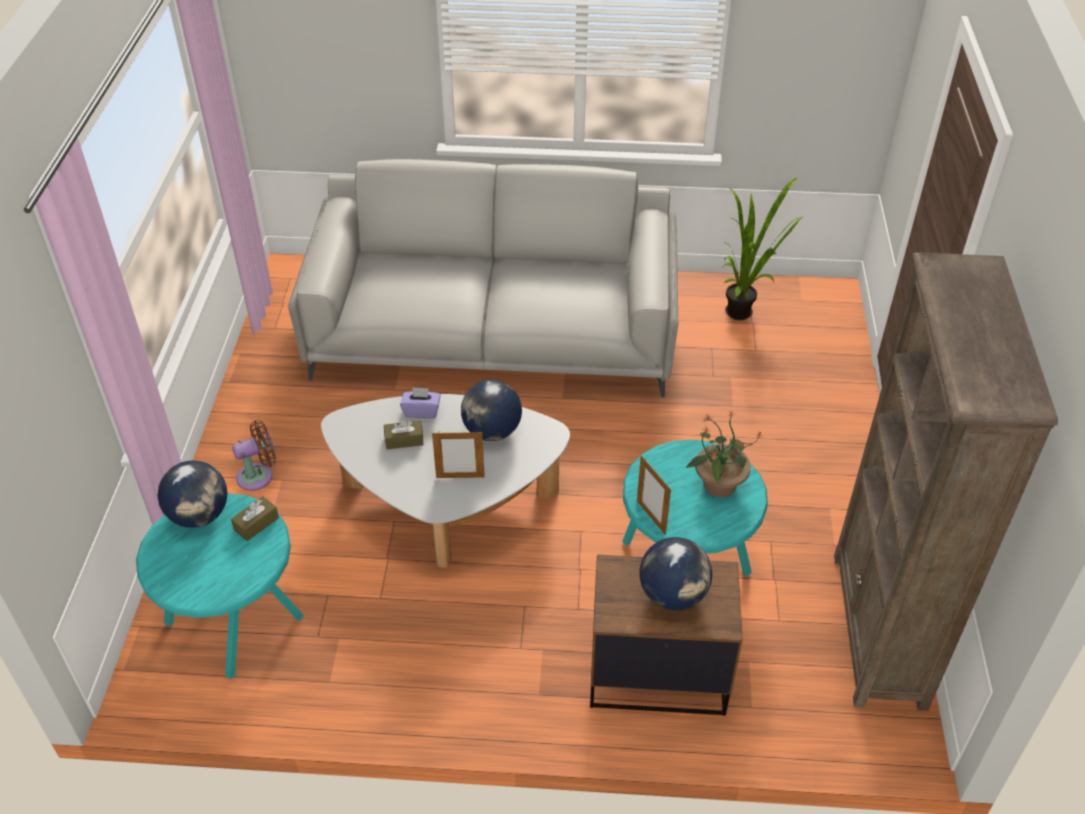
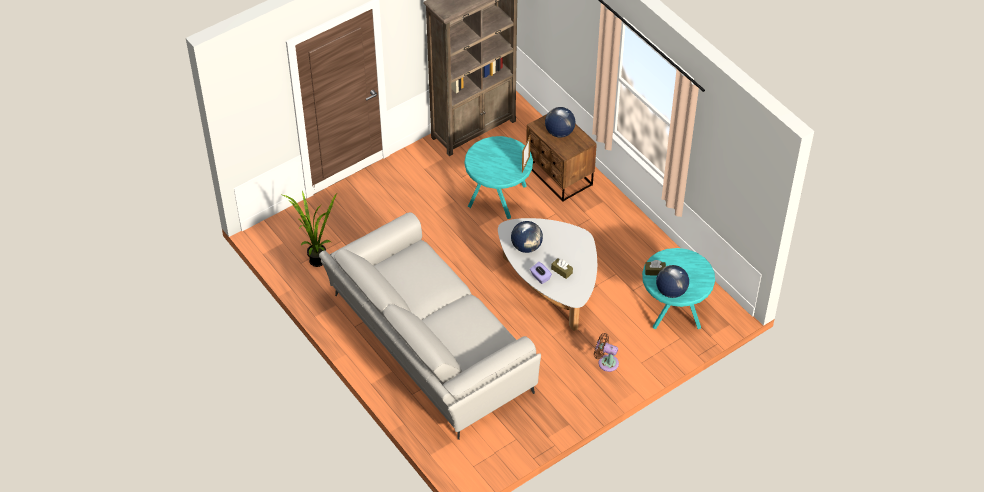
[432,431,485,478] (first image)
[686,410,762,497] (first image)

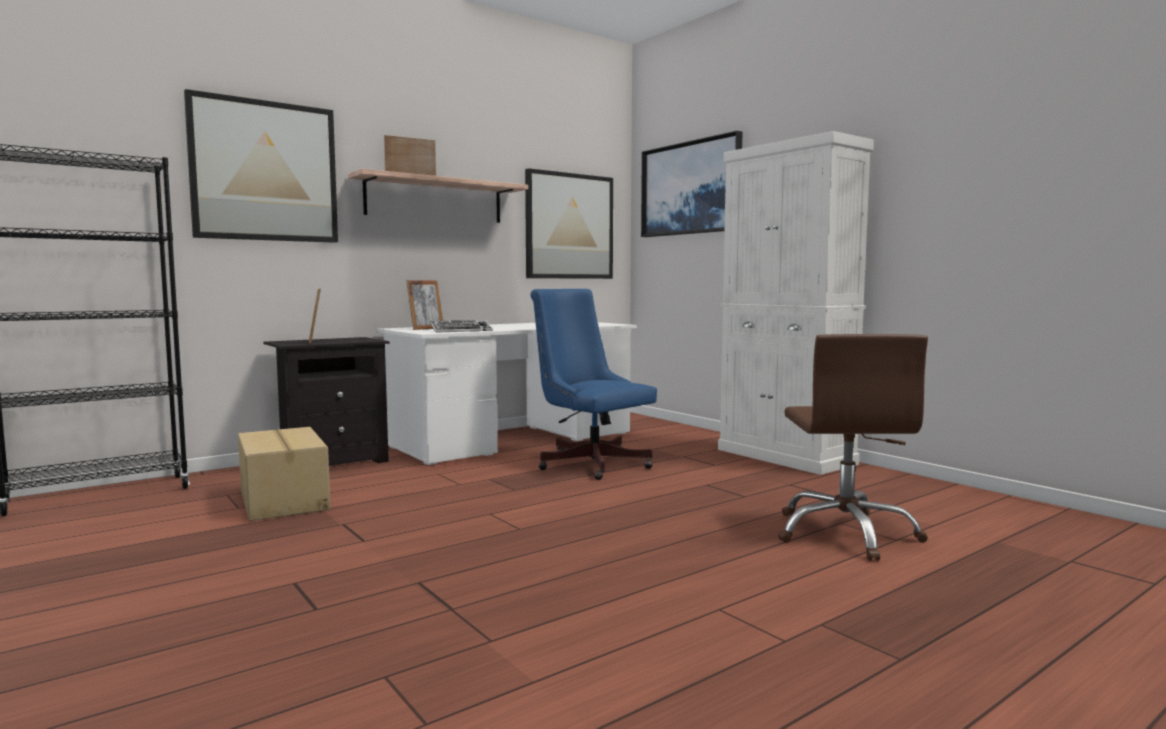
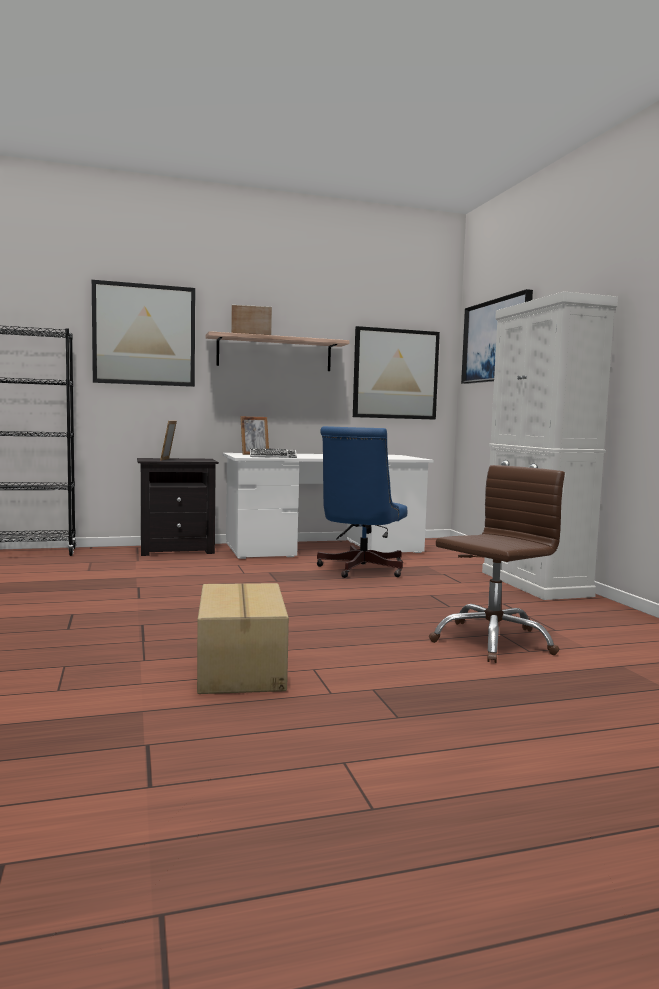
[197,583,289,694]
[317,426,407,578]
[429,465,565,663]

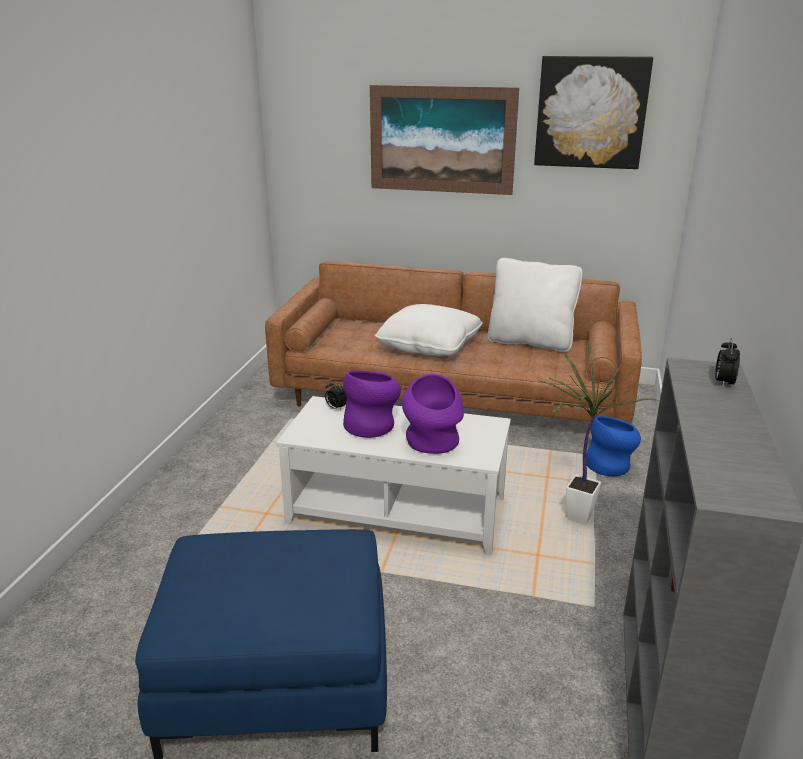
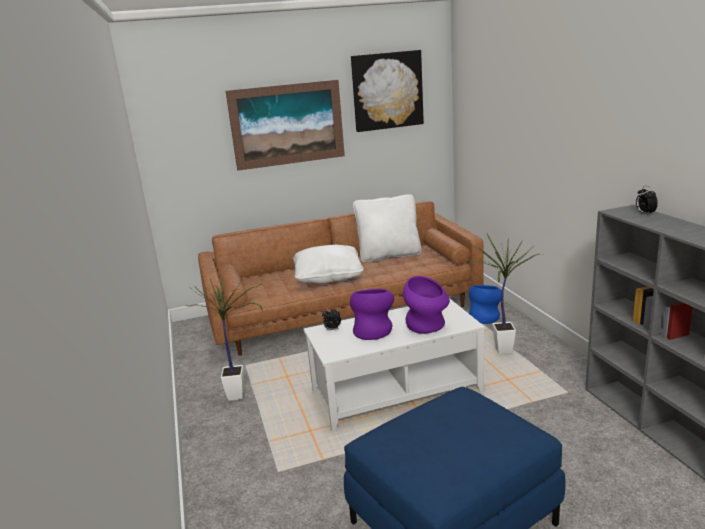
[189,278,262,401]

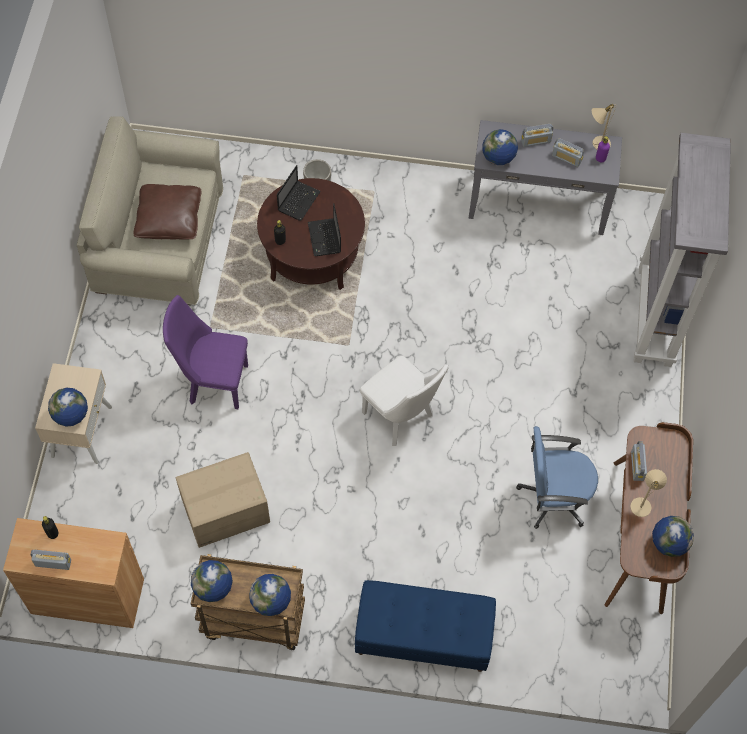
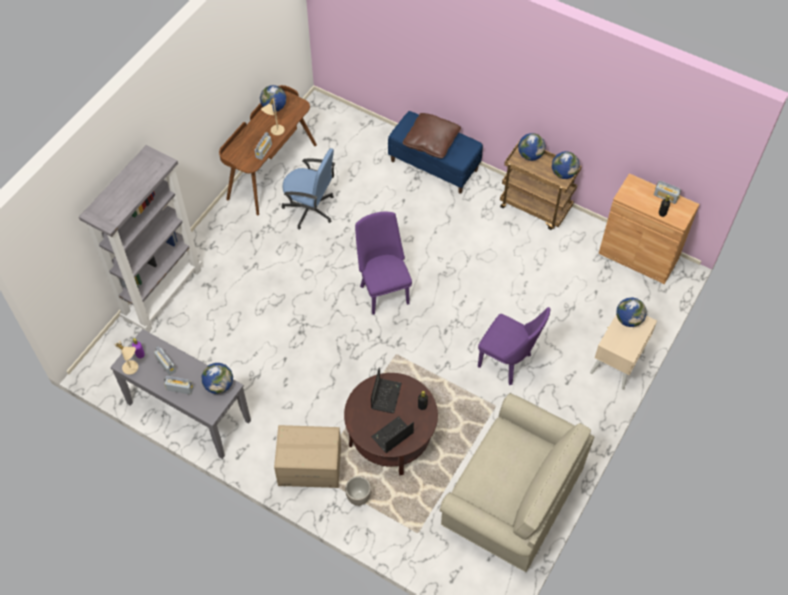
[403,113,461,158]
[274,425,341,488]
[355,212,412,315]

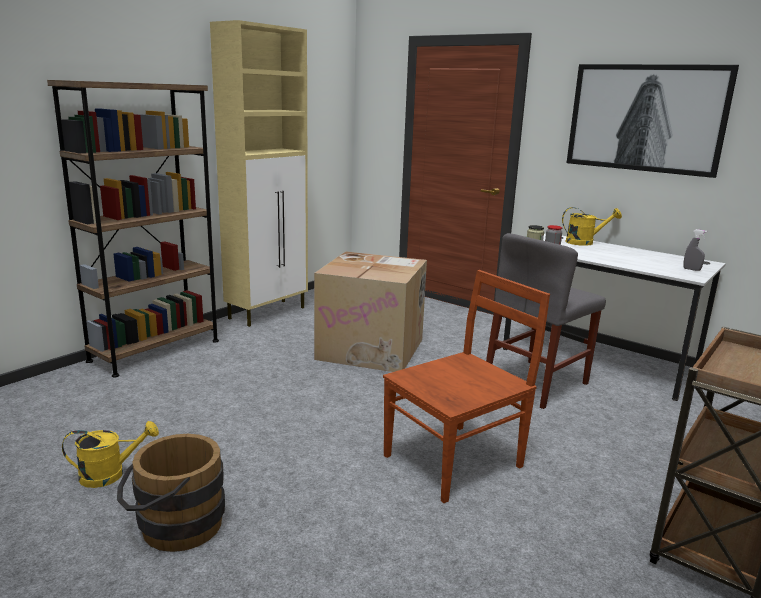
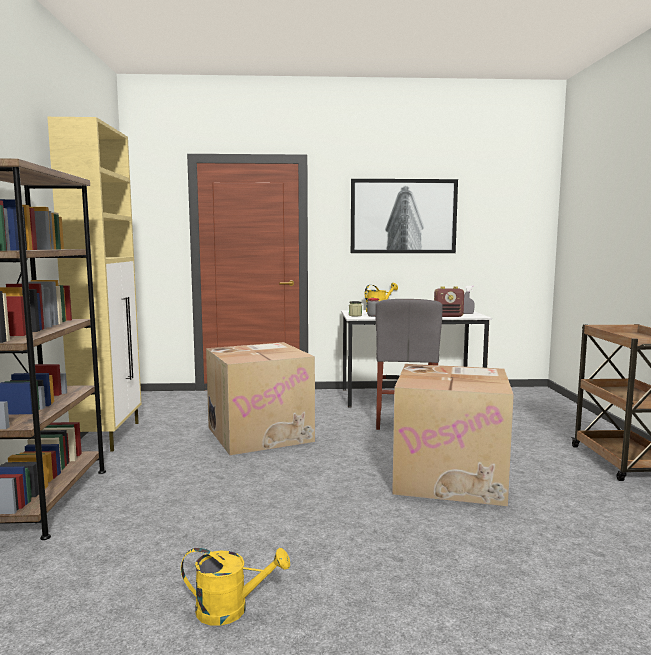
[181,548,290,626]
[117,434,225,552] (first image)
[392,364,514,506]
[434,286,464,317]

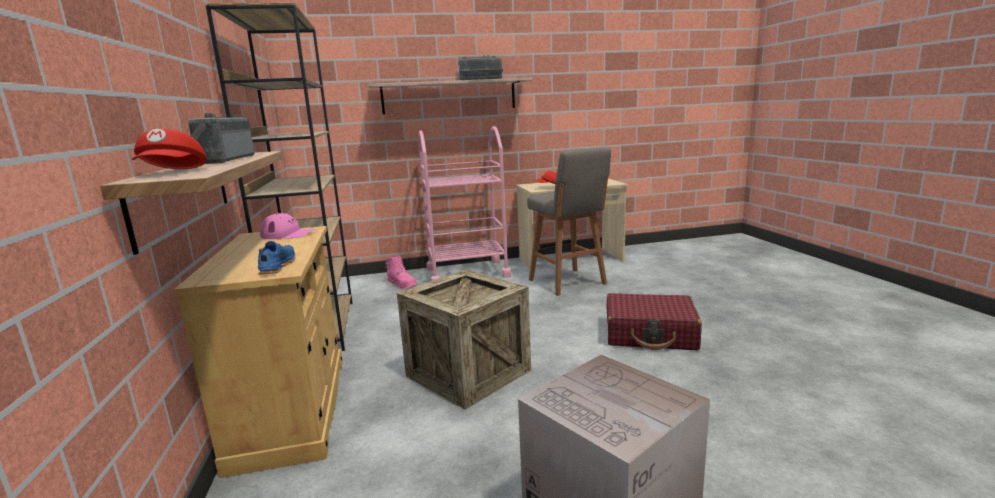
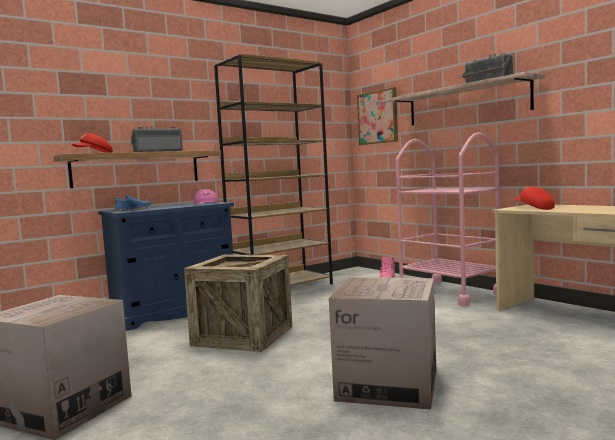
[98,202,234,331]
[527,148,611,296] (first image)
[329,277,436,410]
[357,87,398,145]

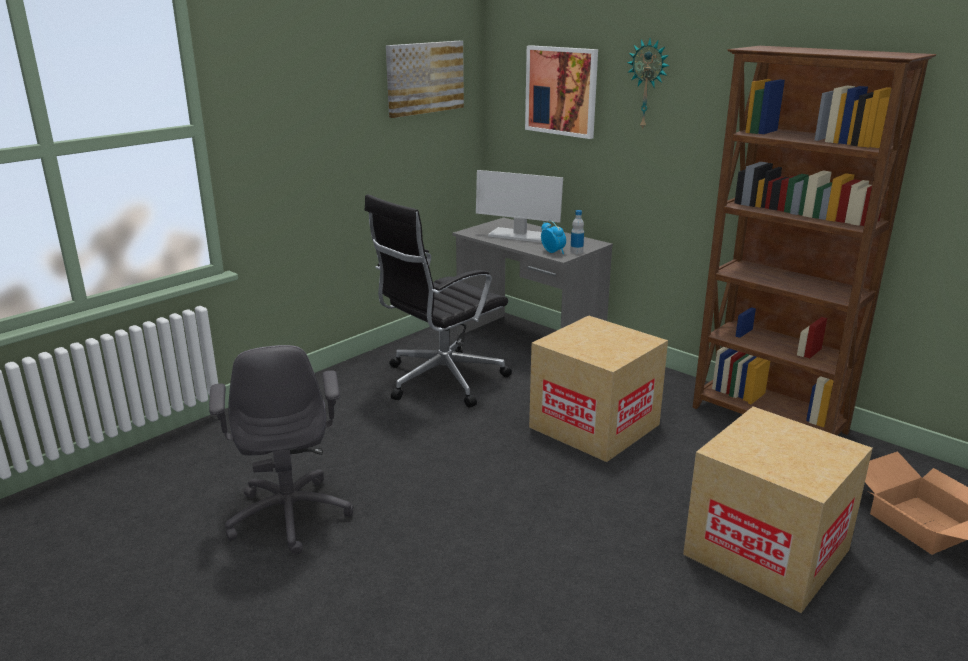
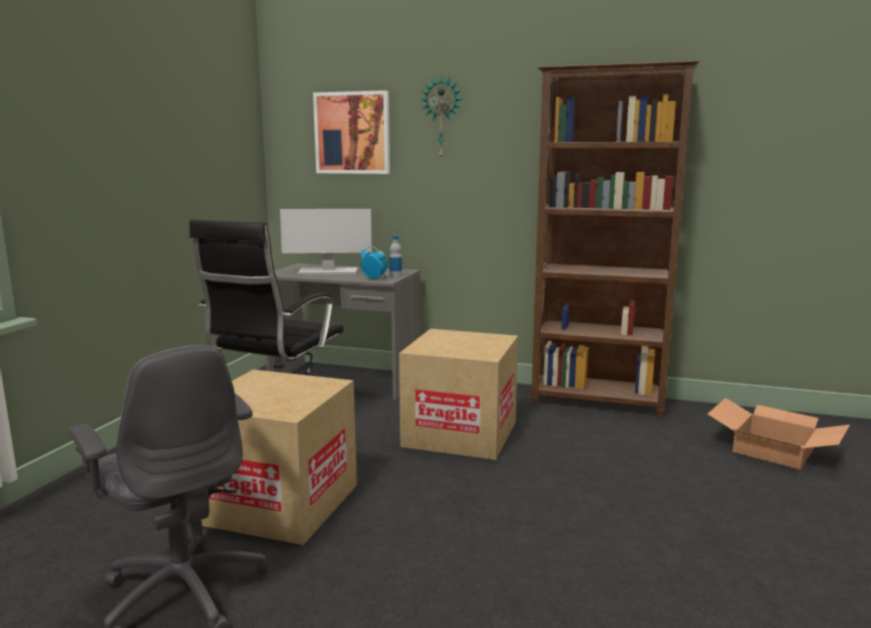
[386,41,464,118] (first image)
[202,369,357,545]

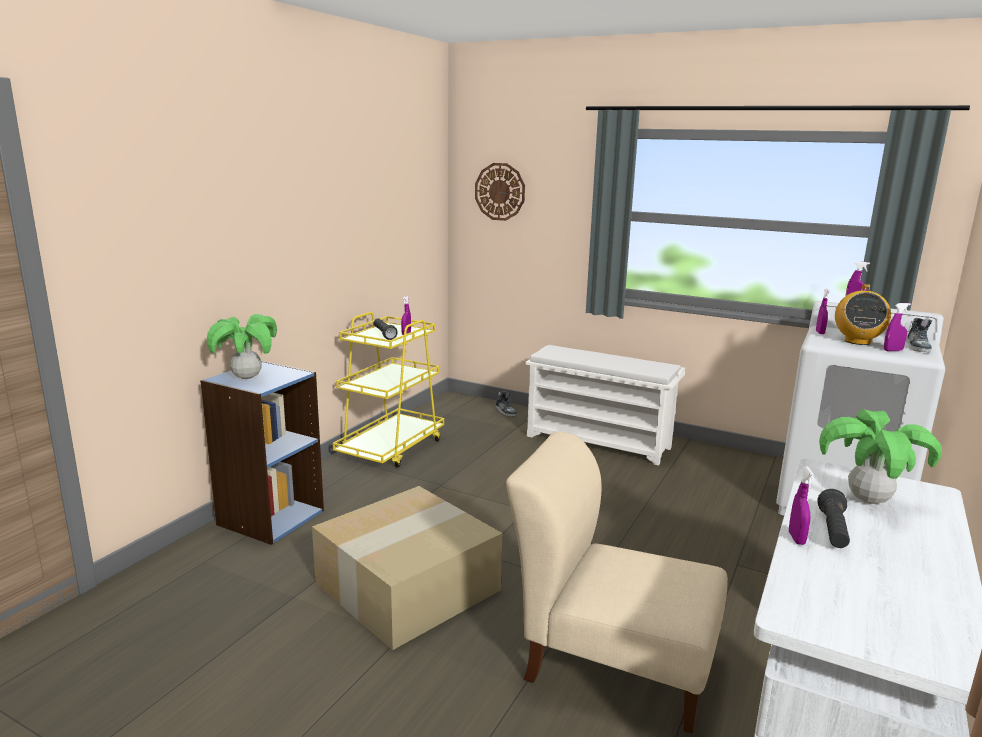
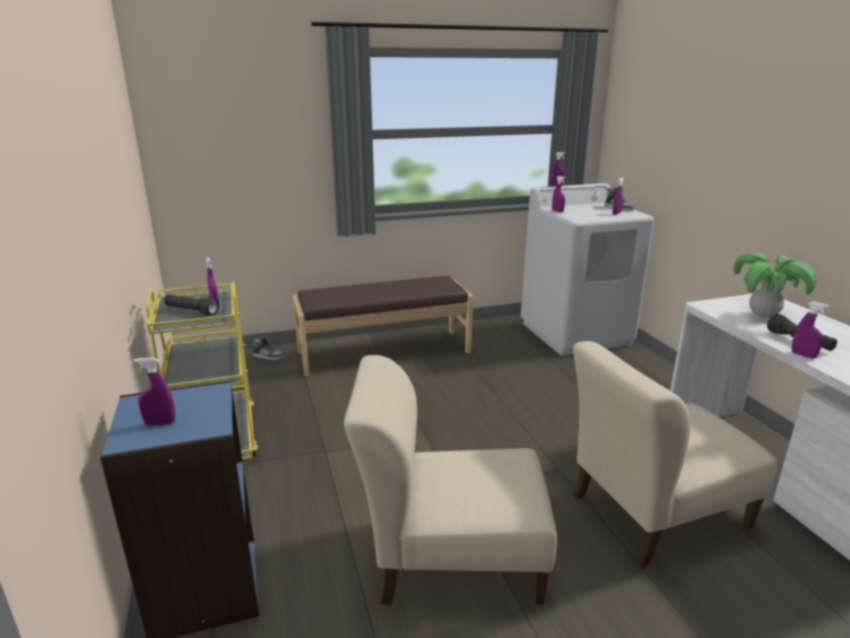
[134,358,175,426]
[344,355,557,605]
[475,163,525,221] (first image)
[293,276,473,377]
[835,284,891,345] (first image)

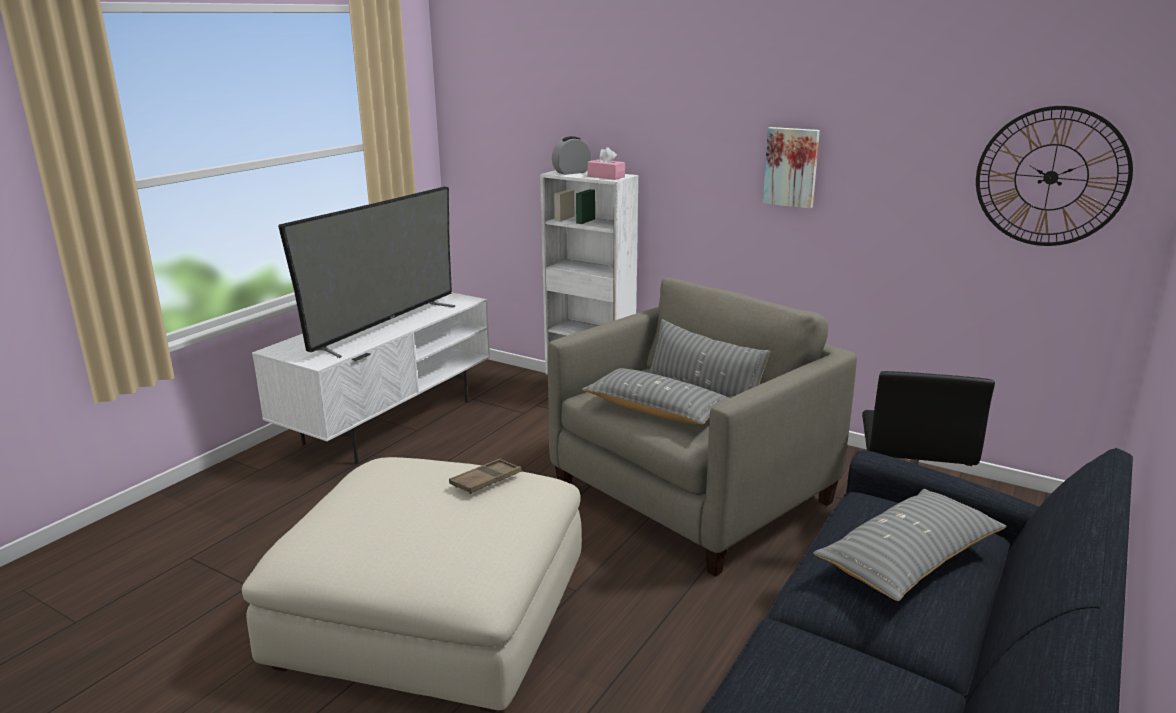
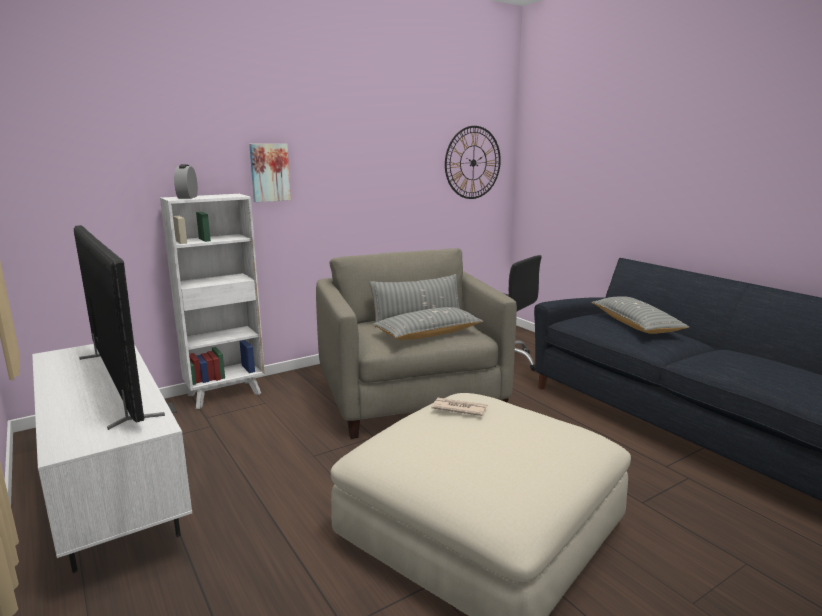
[432,398,487,416]
[588,147,625,180] (first image)
[249,144,291,202]

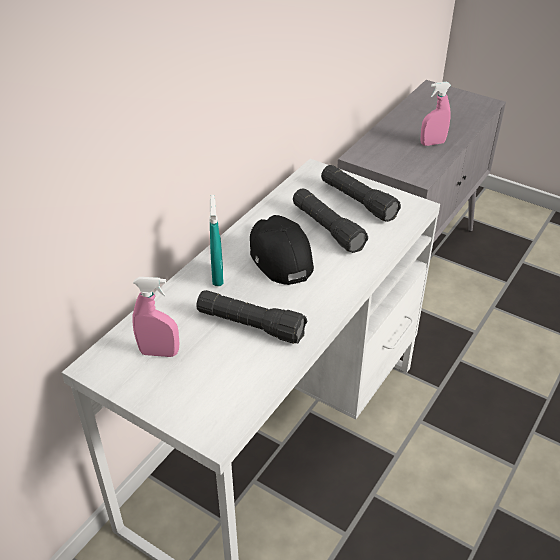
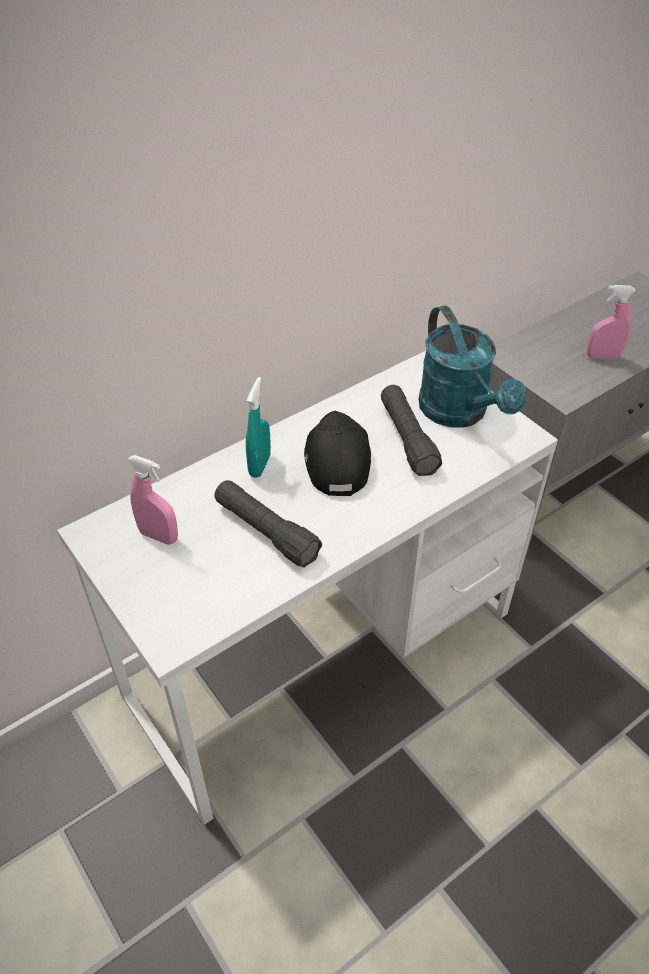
[419,306,527,428]

